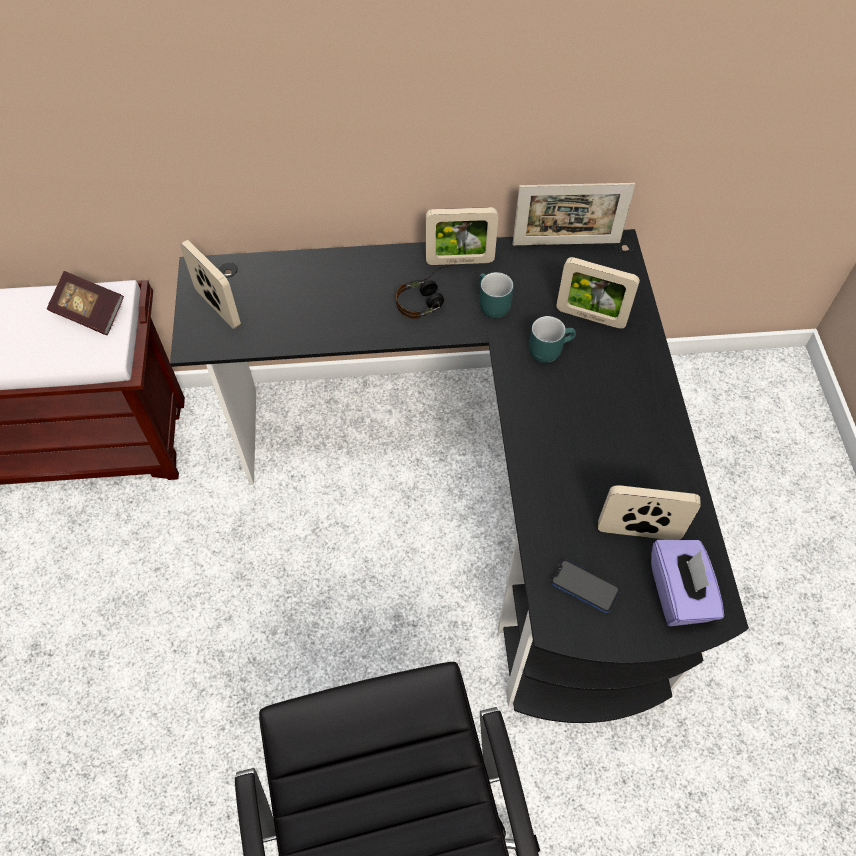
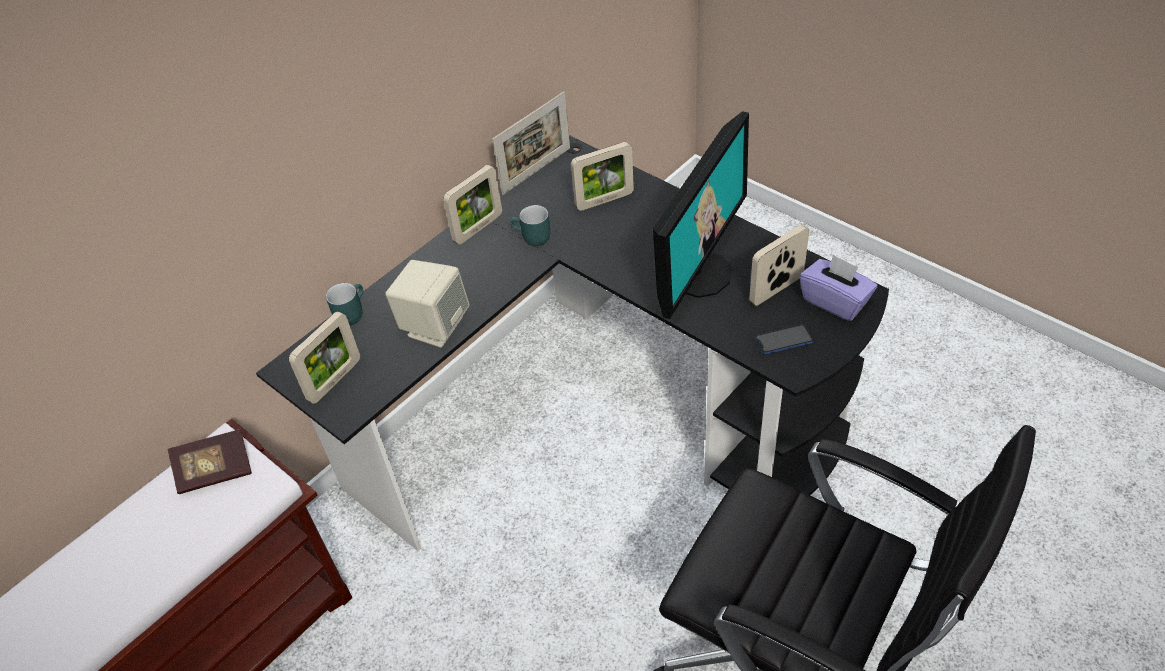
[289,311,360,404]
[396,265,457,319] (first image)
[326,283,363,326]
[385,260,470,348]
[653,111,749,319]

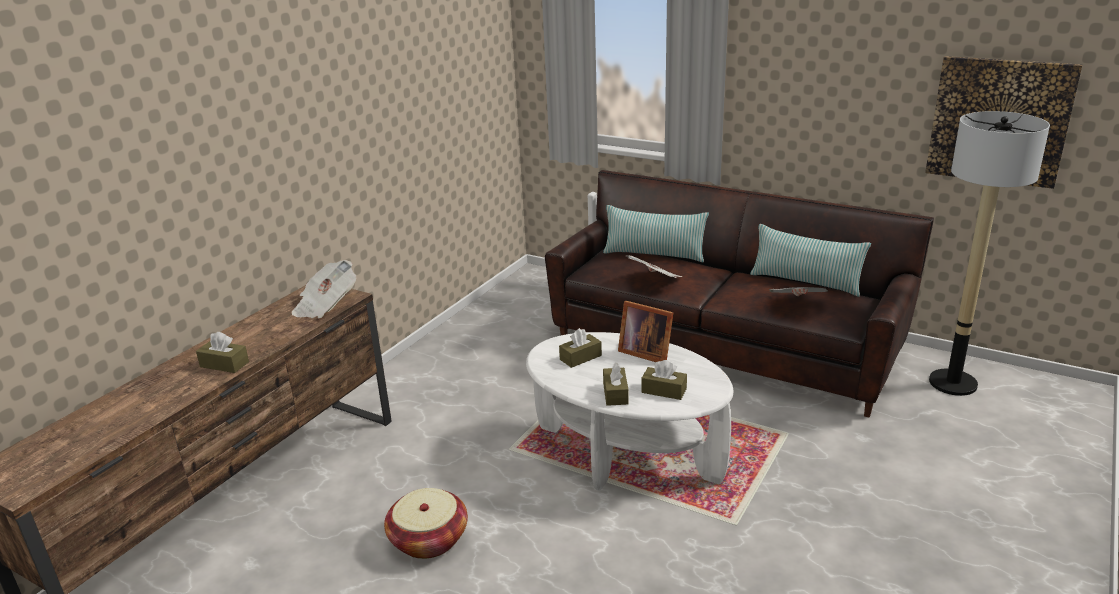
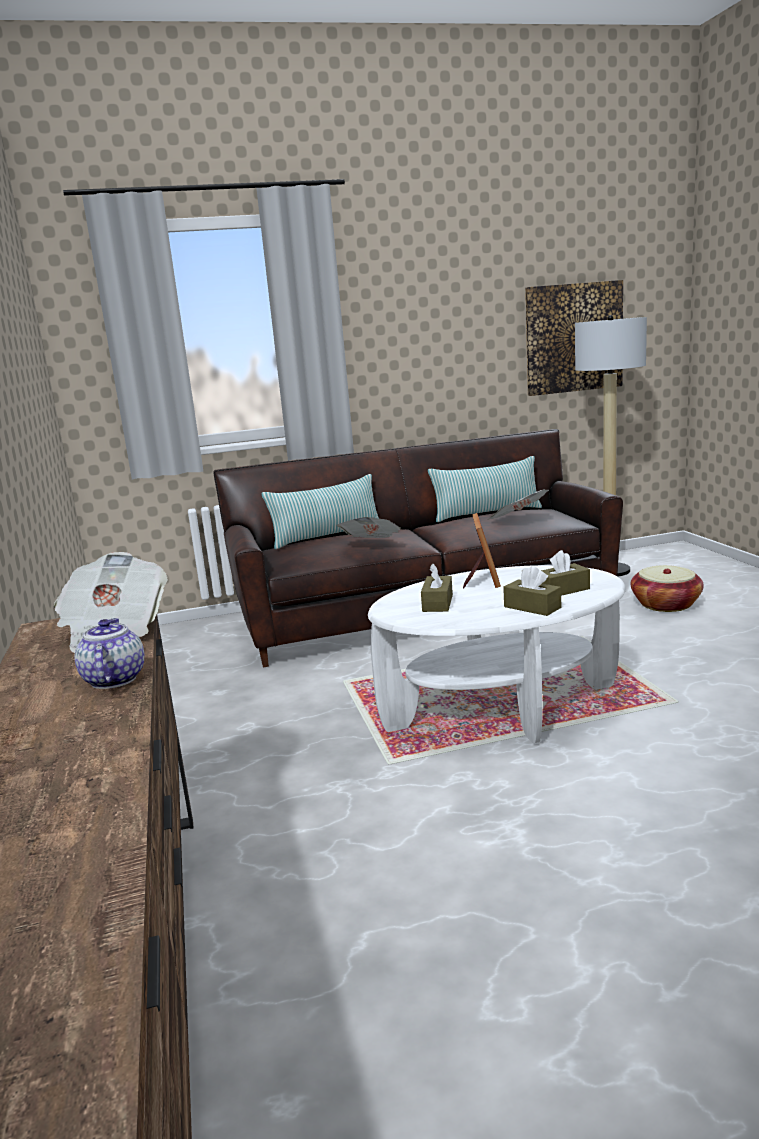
[196,332,249,373] (first image)
[631,565,704,612]
[463,513,501,588]
[74,618,144,689]

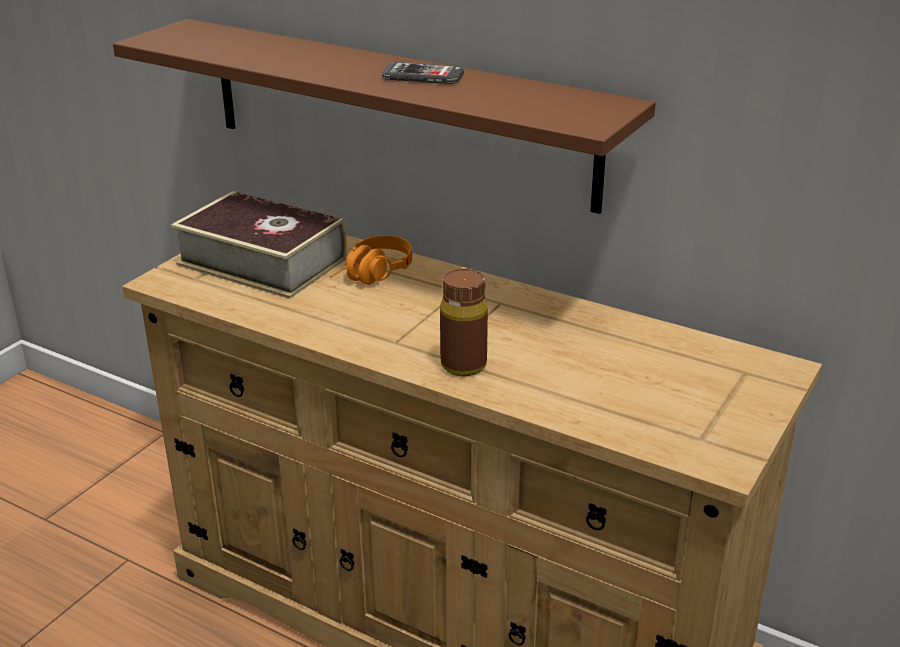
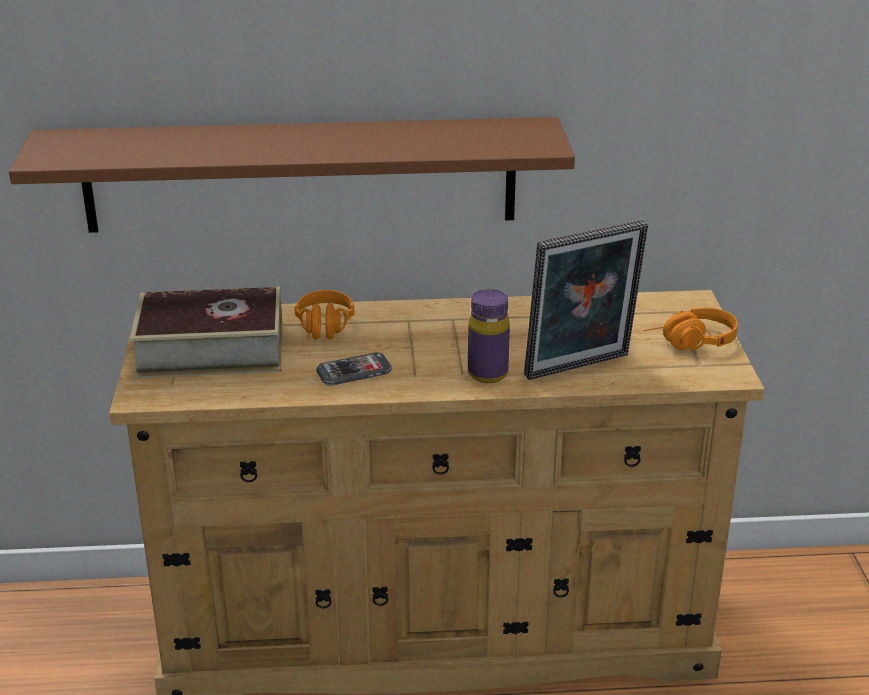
[316,352,392,386]
[468,289,510,383]
[524,220,648,380]
[644,308,738,350]

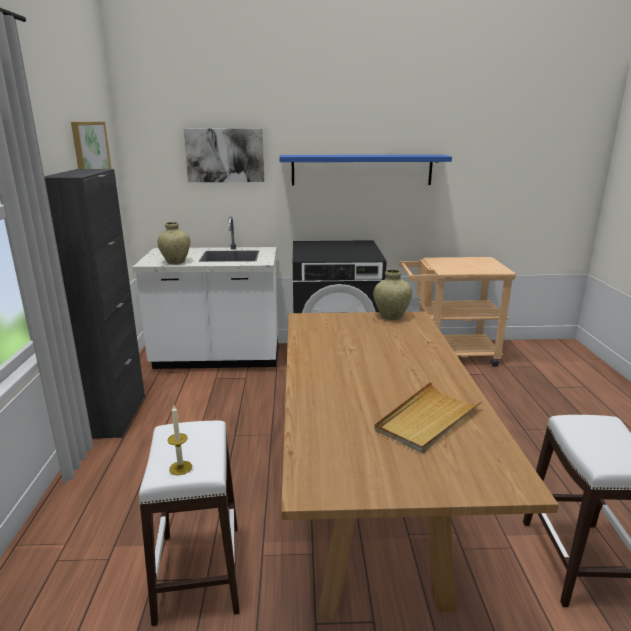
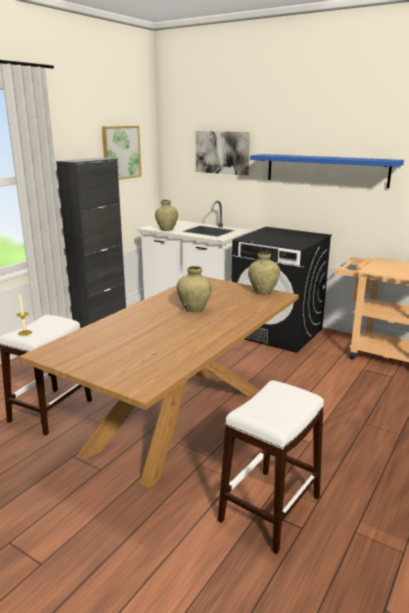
[374,382,482,453] (first image)
[177,266,212,312]

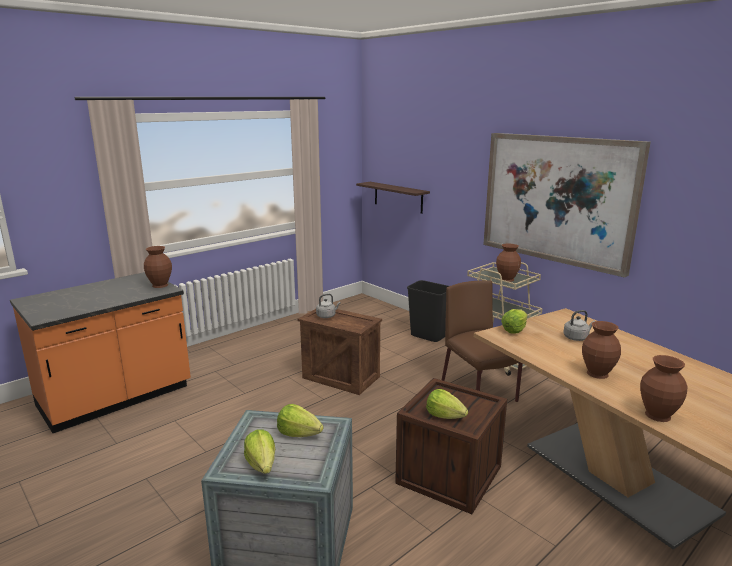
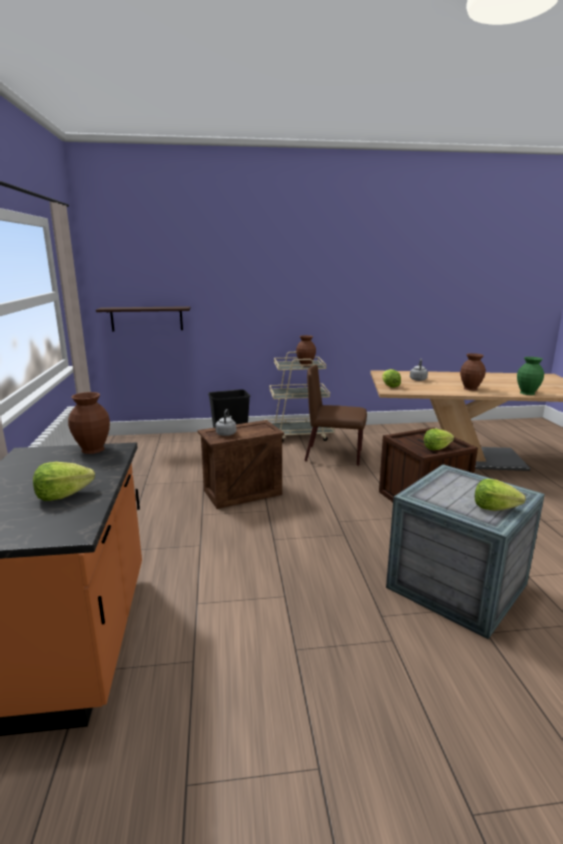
[33,462,95,501]
[483,133,651,278] (first image)
[517,357,544,395]

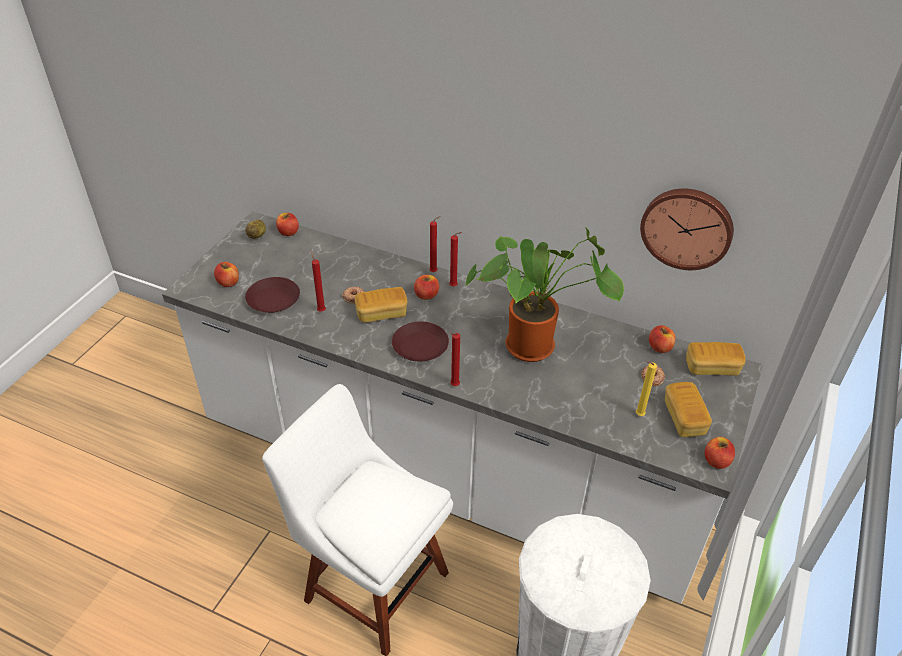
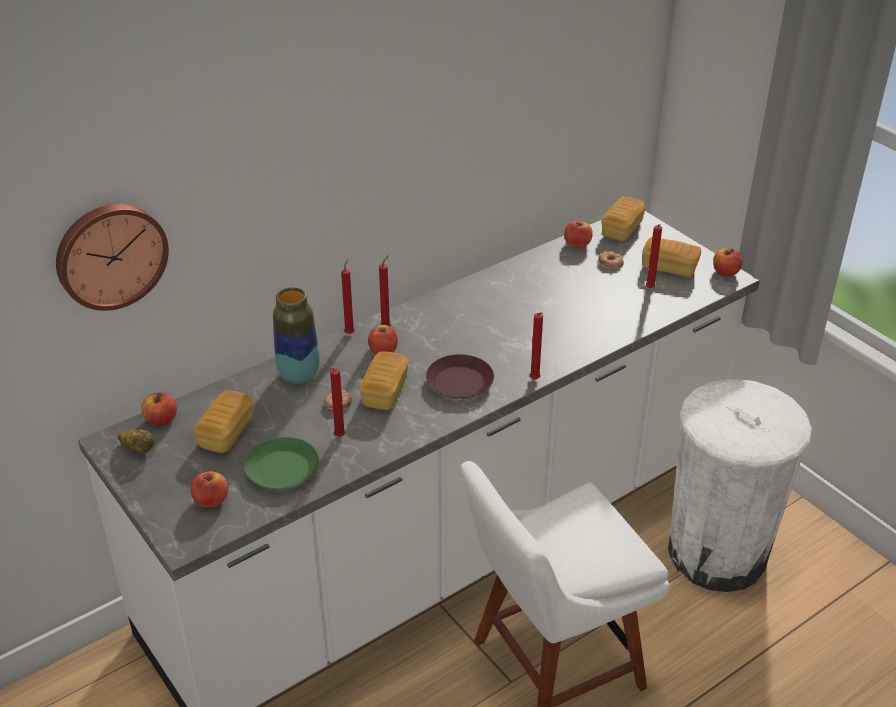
[244,437,319,489]
[465,228,624,362] (first image)
[646,224,662,288]
[56,204,169,311]
[193,390,253,453]
[273,287,320,384]

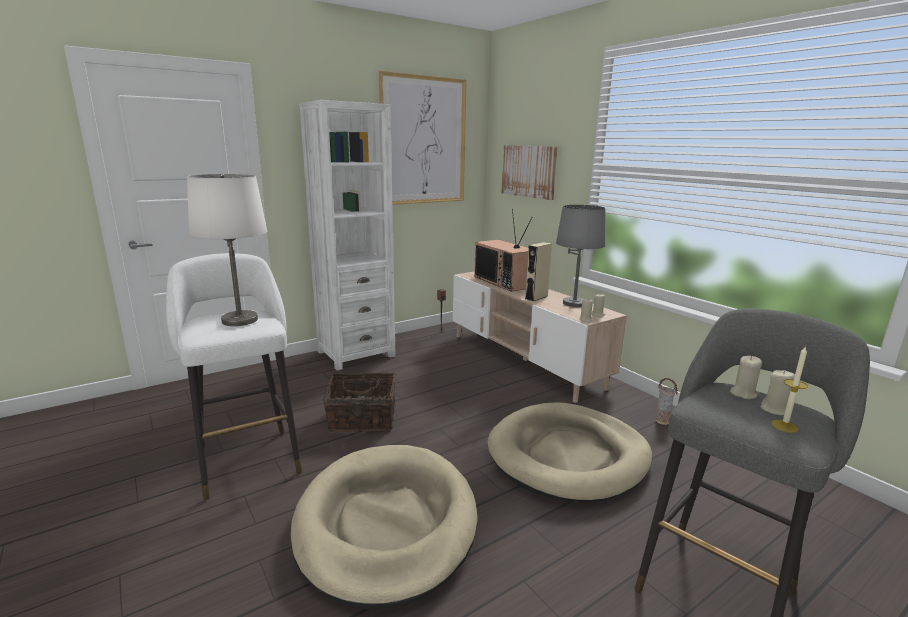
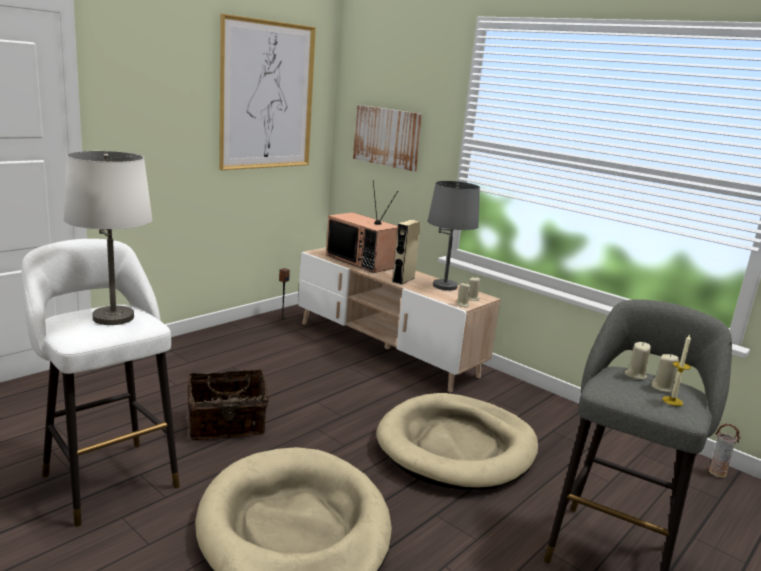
[300,100,395,370] (first image)
[709,423,741,478]

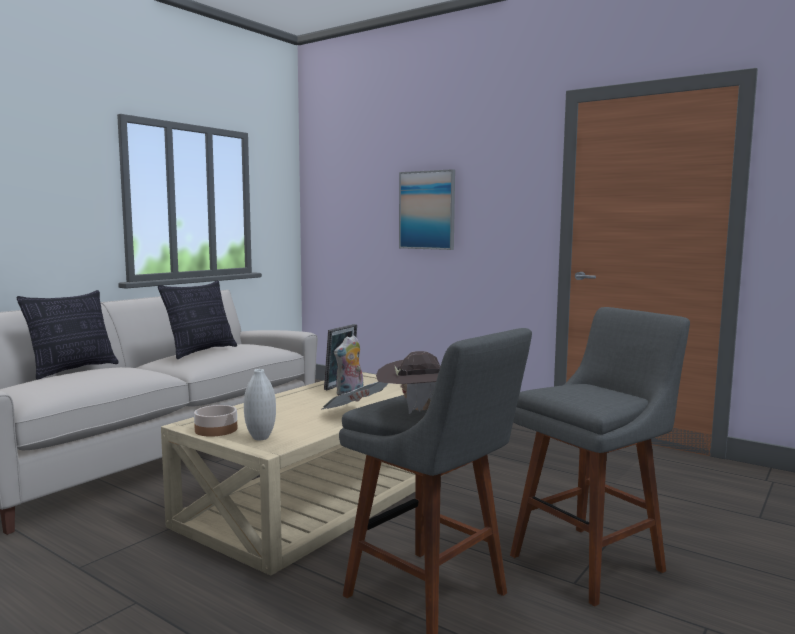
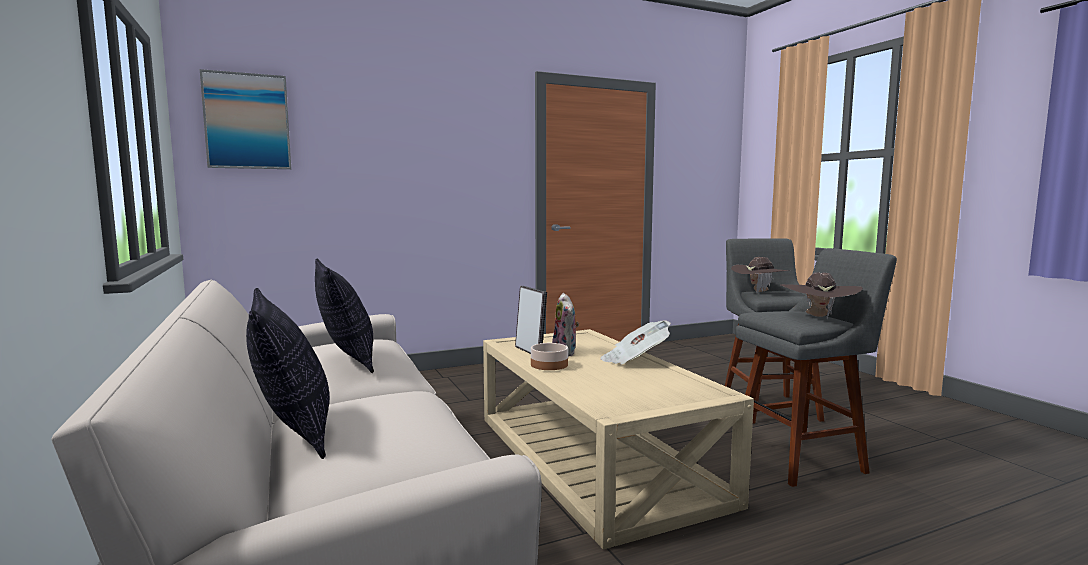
[531,343,568,370]
[244,369,276,440] (first image)
[200,69,291,169]
[731,257,790,293]

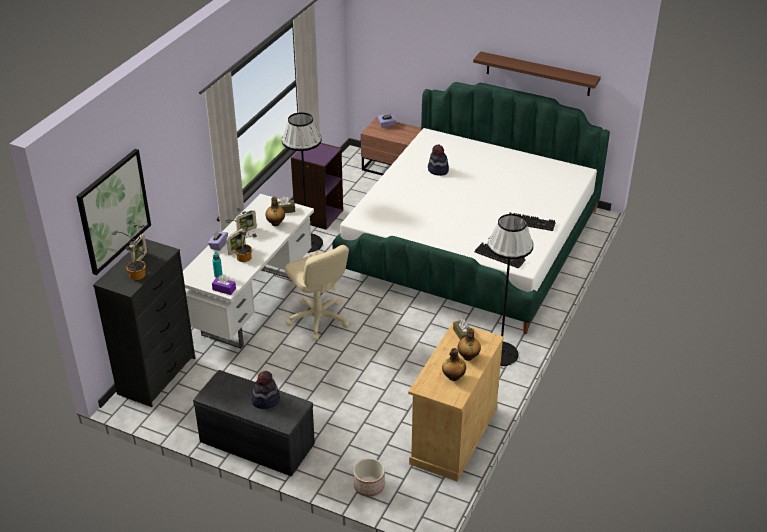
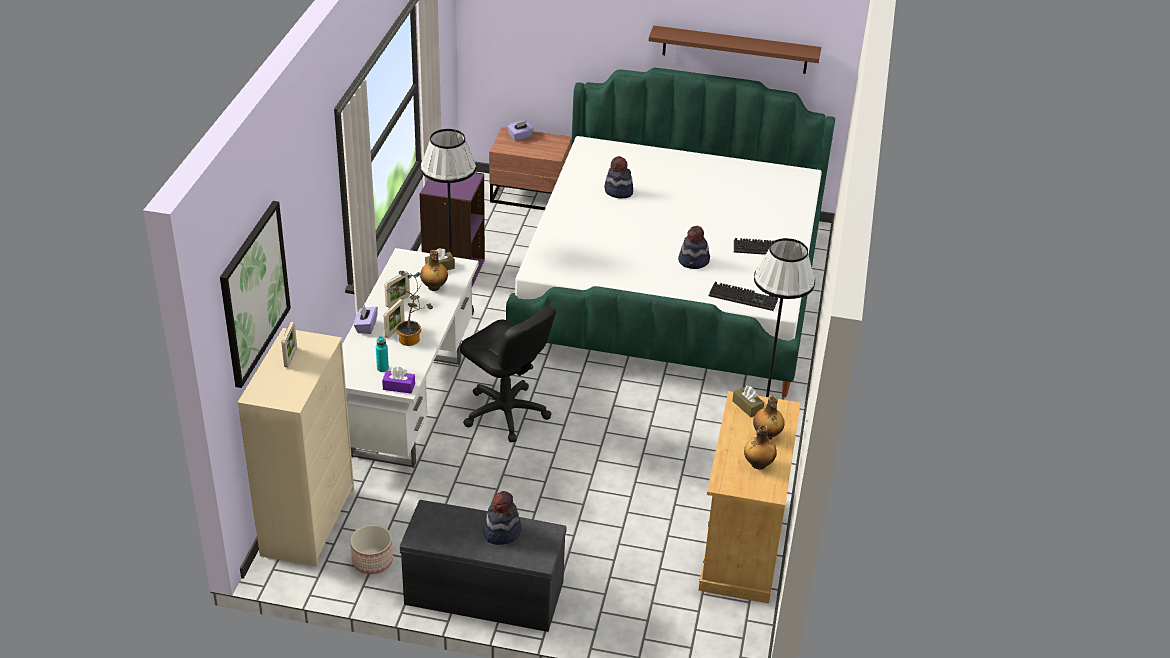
[237,328,354,567]
[112,220,146,280] (first image)
[460,306,556,442]
[350,525,393,574]
[678,226,710,269]

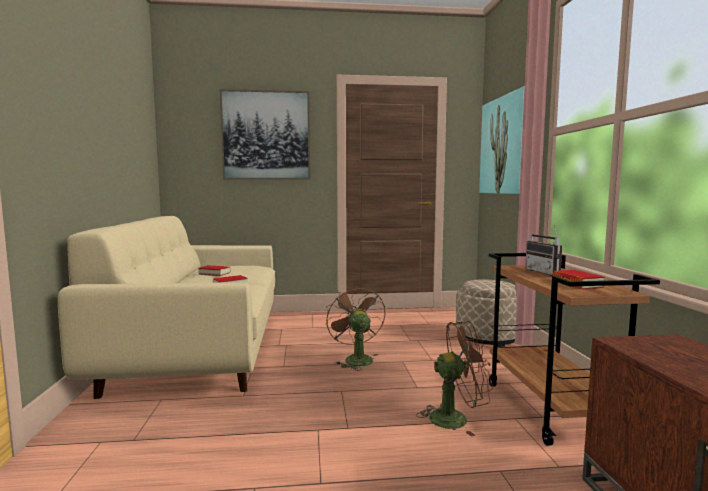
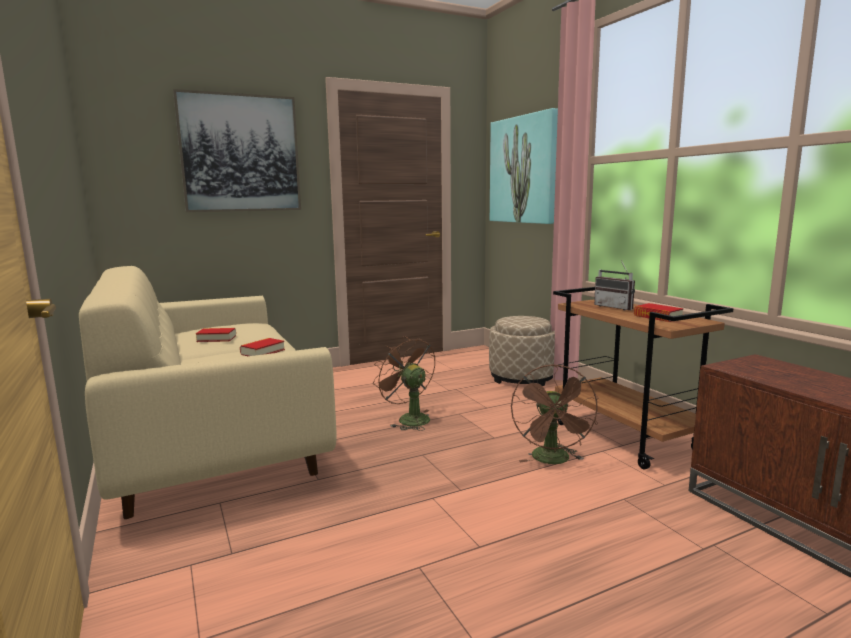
[511,364,599,464]

